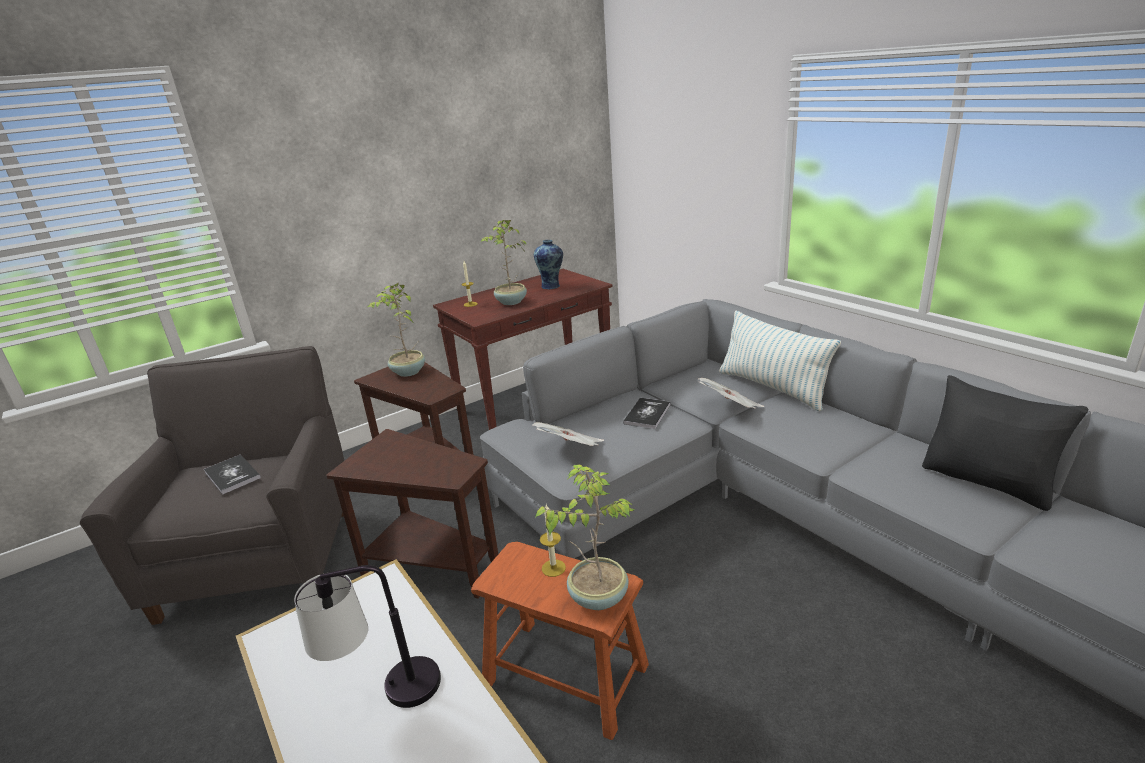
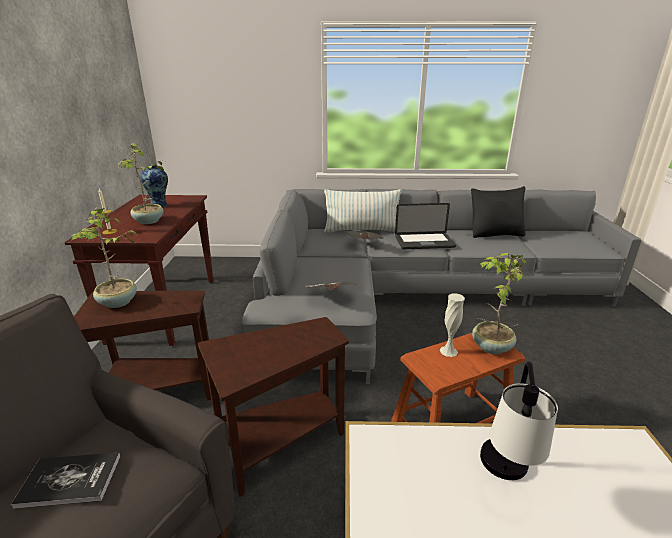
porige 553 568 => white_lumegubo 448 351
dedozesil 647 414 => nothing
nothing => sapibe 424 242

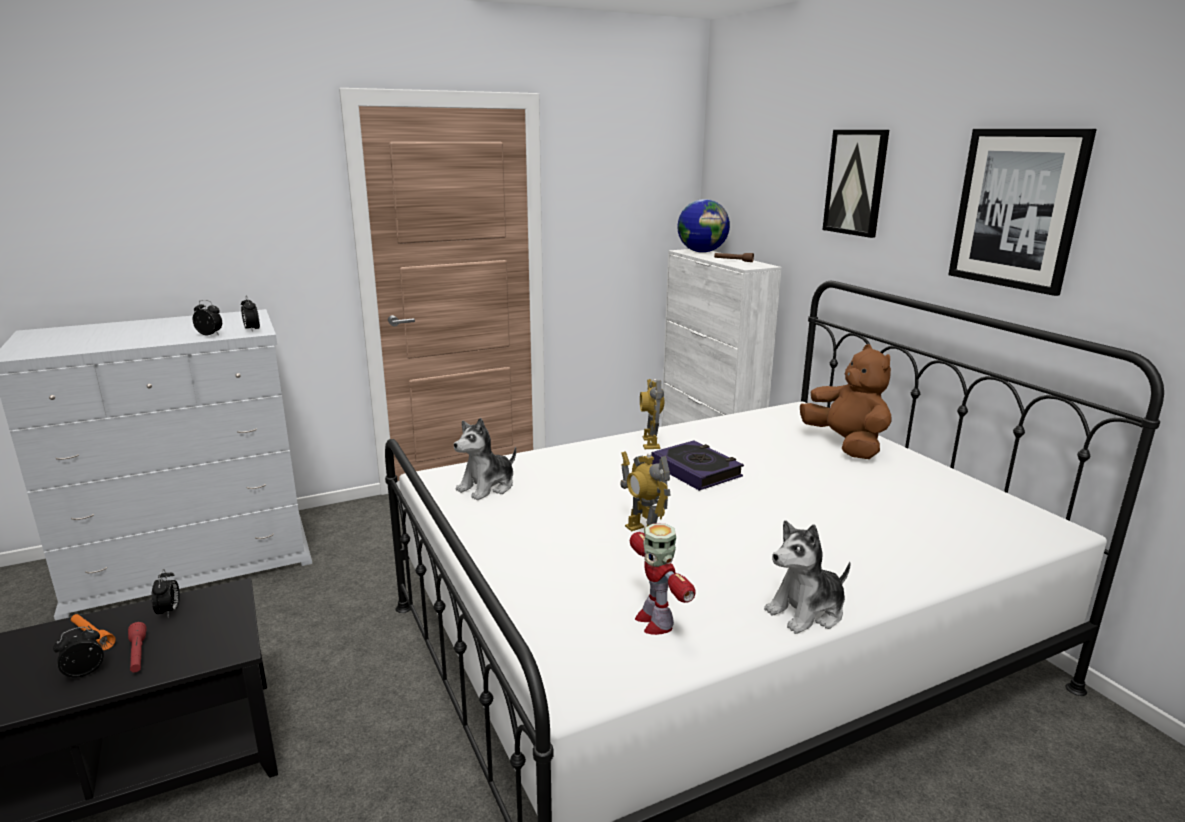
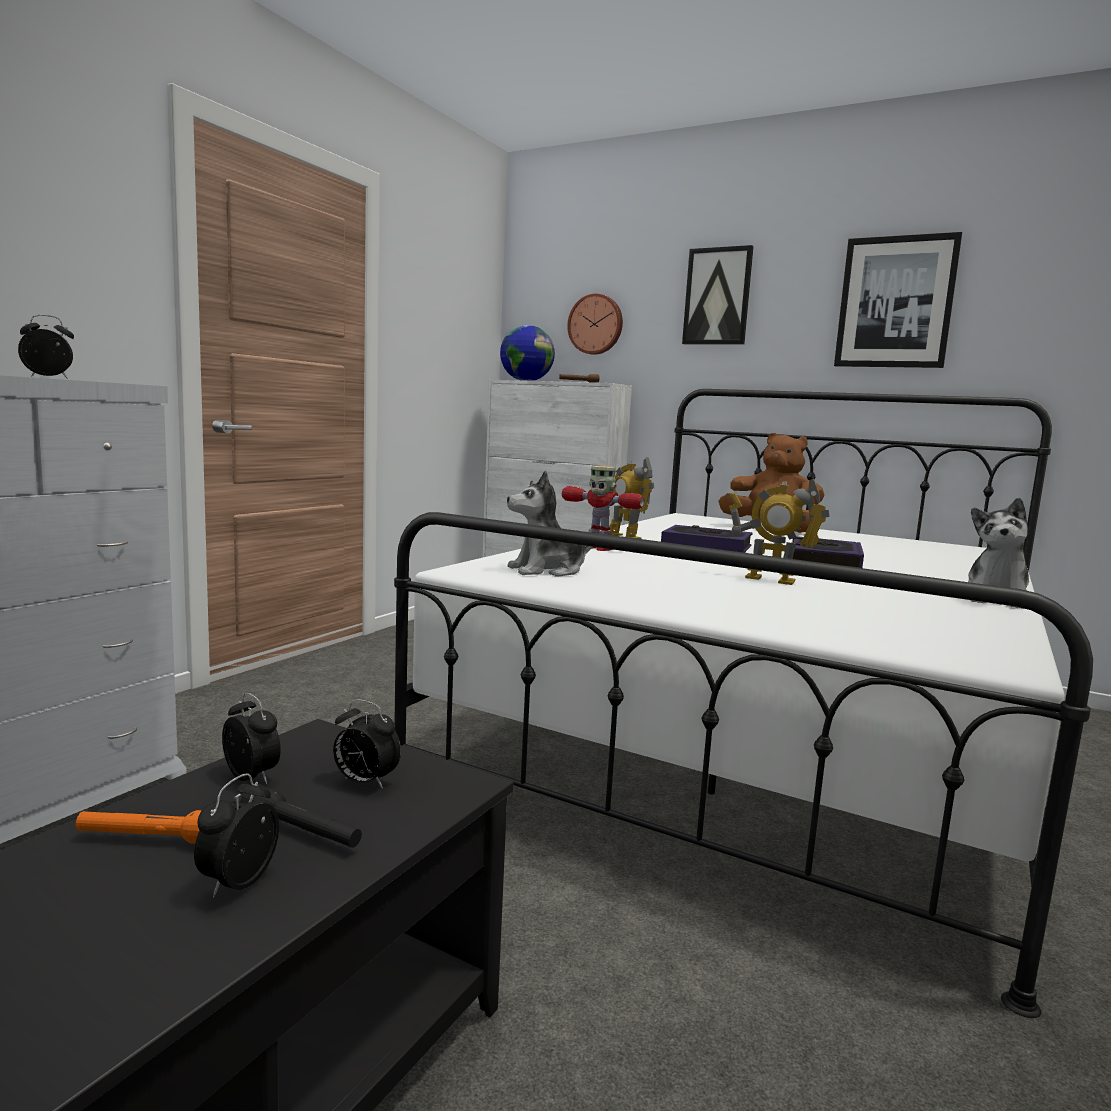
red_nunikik 138 654 => black_nunikik 302 833
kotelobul 252 330 => kotelobul 364 782, move
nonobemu 487 487 => nonobemu 547 570, 60 degrees clockwise
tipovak 654 621 => tipovak 597 548, move
nothing => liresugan 596 324
nothing => dedozesil 824 560

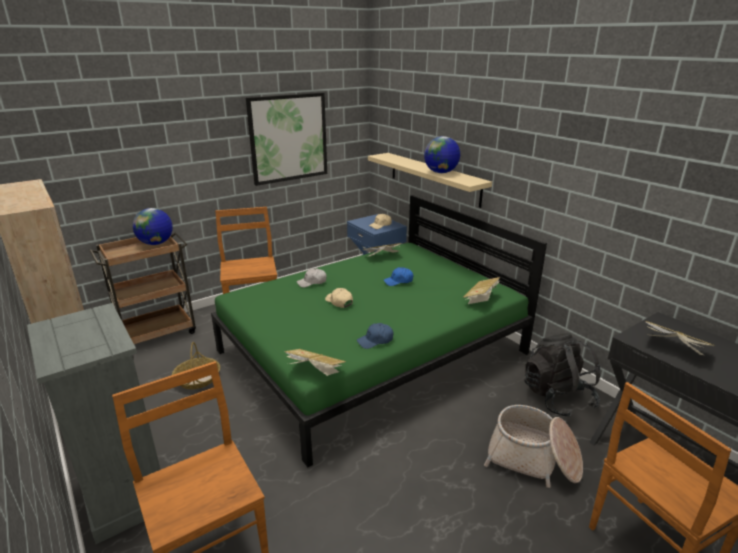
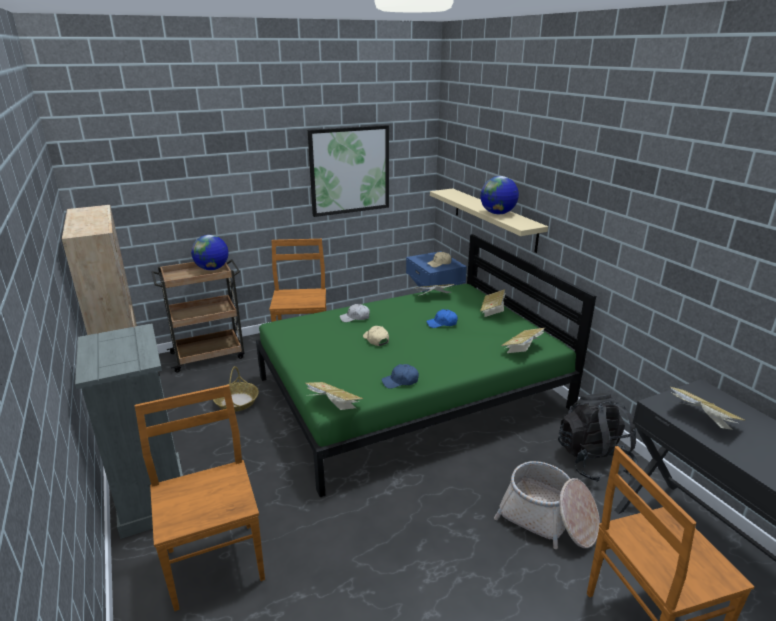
nothing => dedozesil 493 311

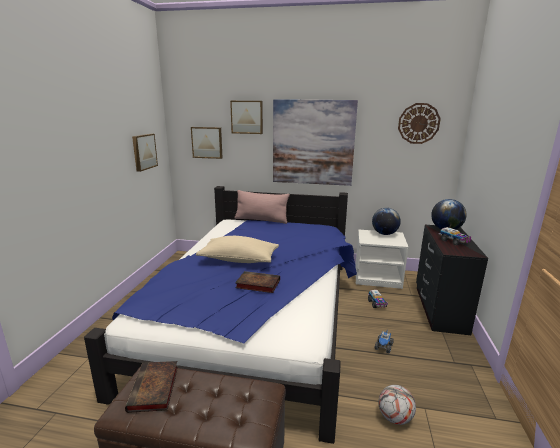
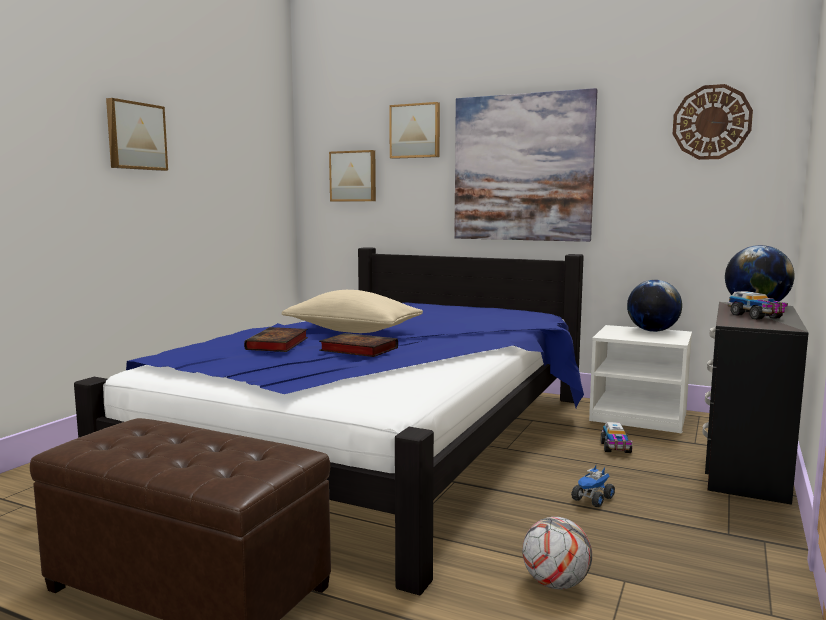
dedozesil 154 390 => dedozesil 277 344, move
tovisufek 143 151 => tovisufek 135 136, move
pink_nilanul 261 220 => nothing

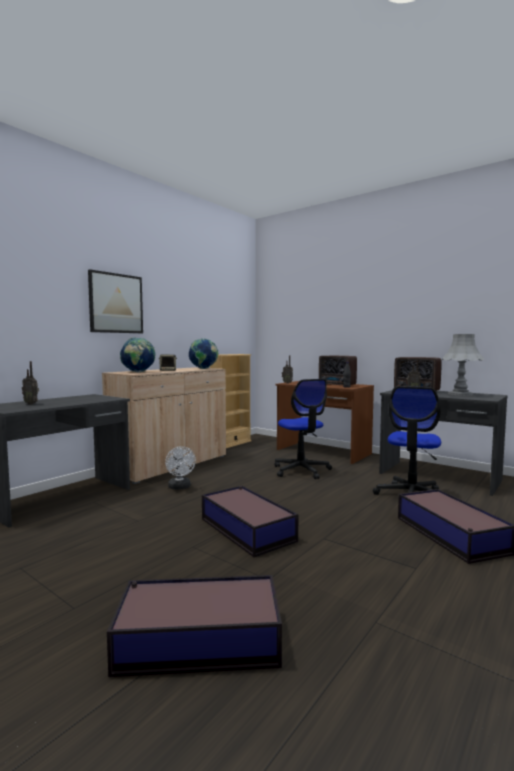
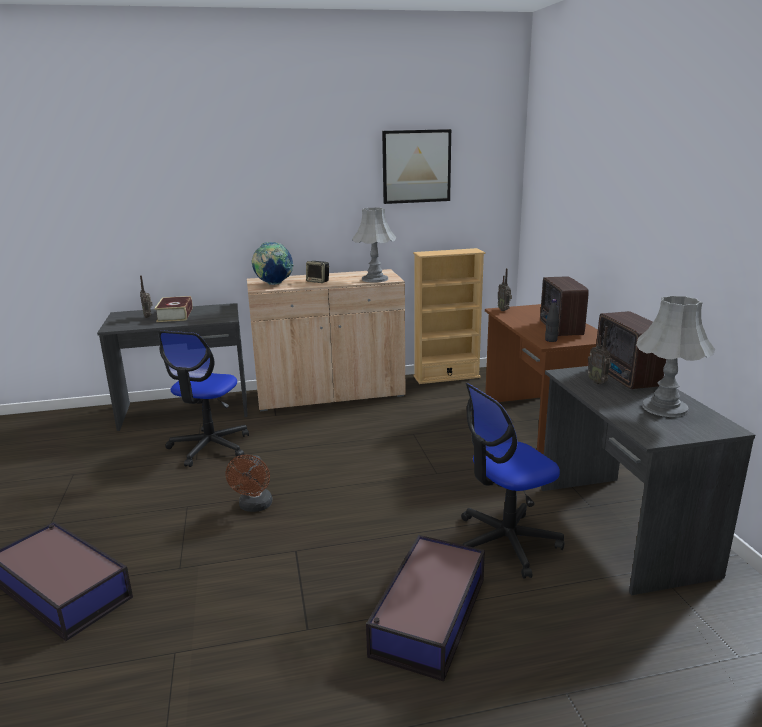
tovisufek 116 303 => tovisufek 416 166, move
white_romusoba 180 487 => nothing
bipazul 203 369 => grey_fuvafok 374 279
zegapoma 246 529 => brown_romusoba 254 507
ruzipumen 301 470 => ruzipumen 209 447, move
nothing => dedozesil 175 315

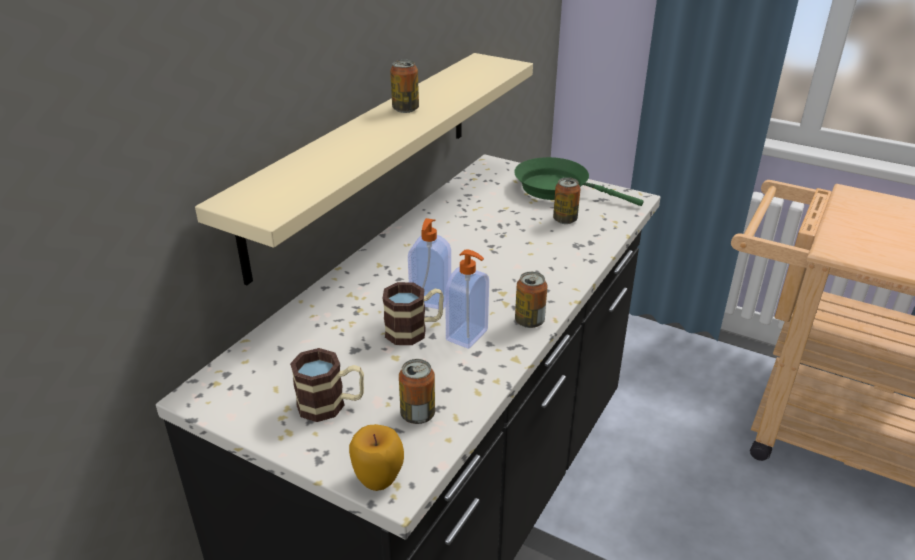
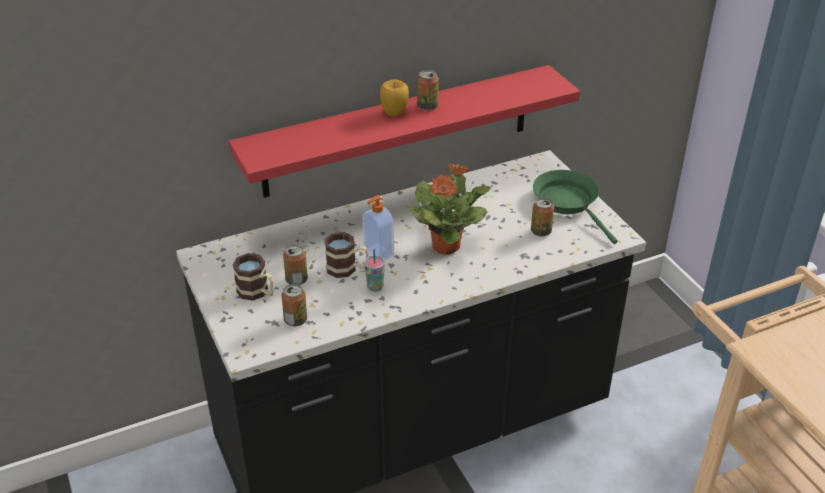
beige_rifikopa 367 156 => red_rifikopa 398 131
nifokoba 378 479 => nifokoba 394 112, move
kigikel 468 335 => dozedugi 375 287
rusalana 529 321 => rusalana 296 280, move
nothing => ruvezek 446 246

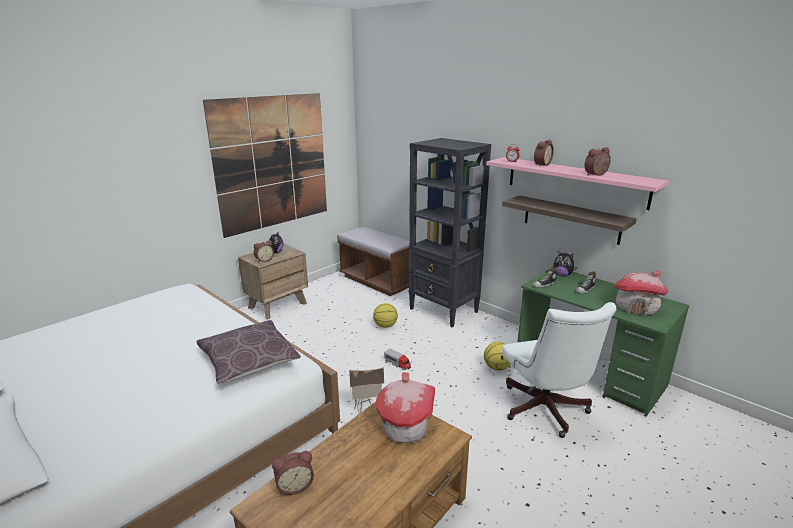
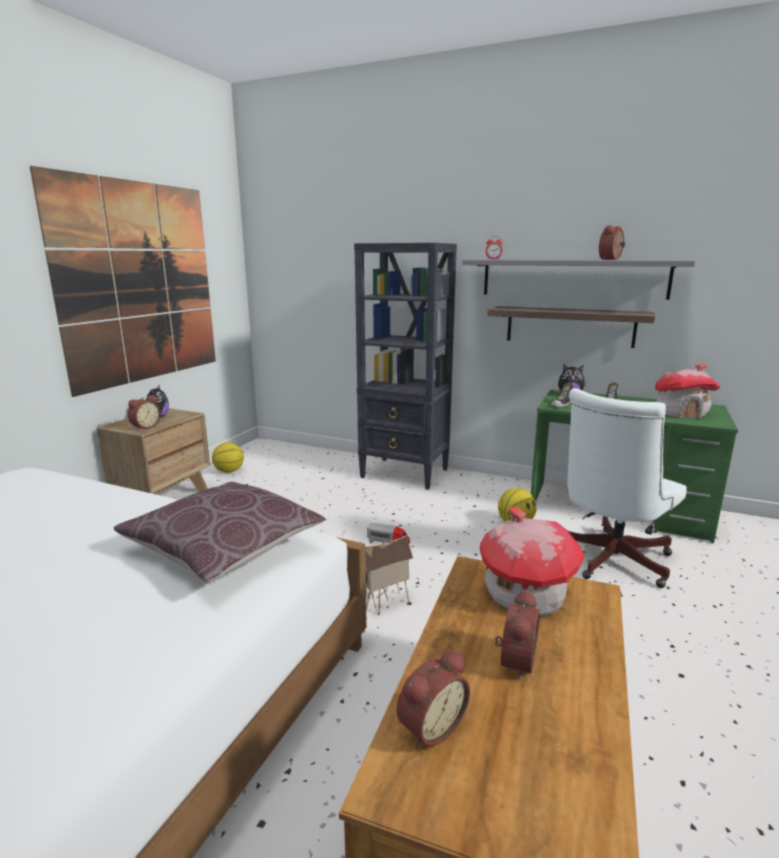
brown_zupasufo 377 281 => nothing
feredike 385 326 => feredike 229 471, move
pink_rifikopa 575 182 => grey_rifikopa 572 278
white_ruzipumen 545 412 => white_ruzipumen 609 560, 75 degrees clockwise
kotelobul 541 164 => kotelobul 514 661, move

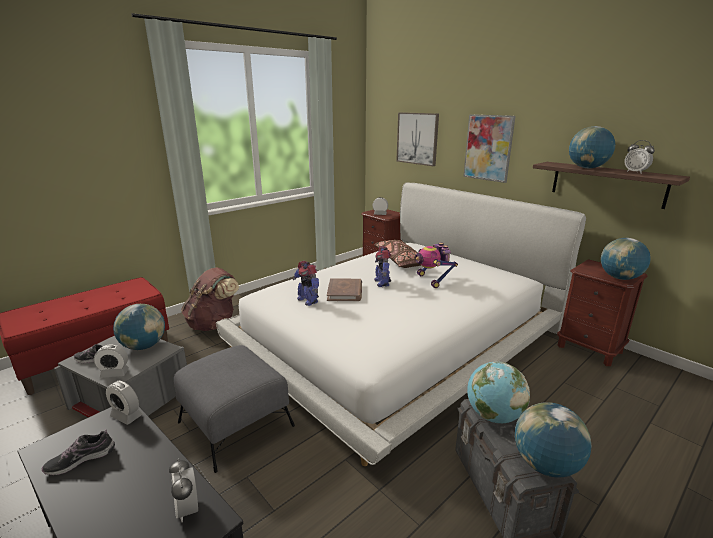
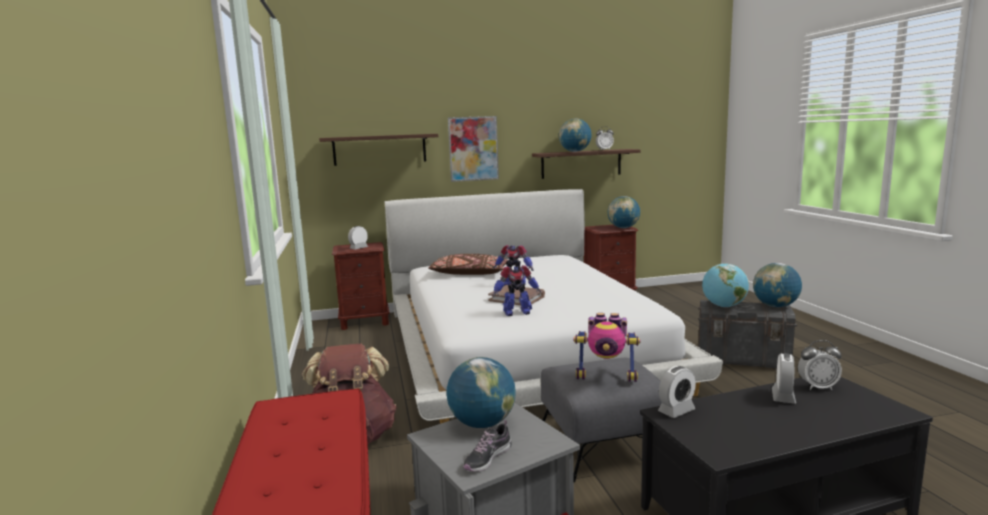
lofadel 81 460 => nothing
kotelobul 114 373 => kotelobul 783 397, move
tovisufek 417 138 => rifikopa 379 149
tipovak 432 280 => tipovak 606 376, move

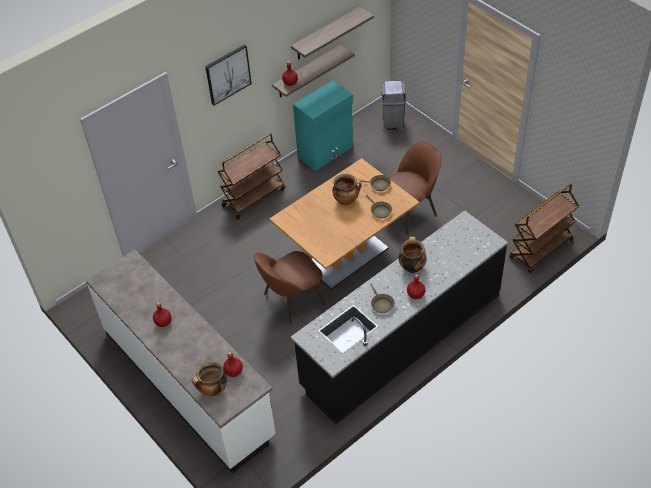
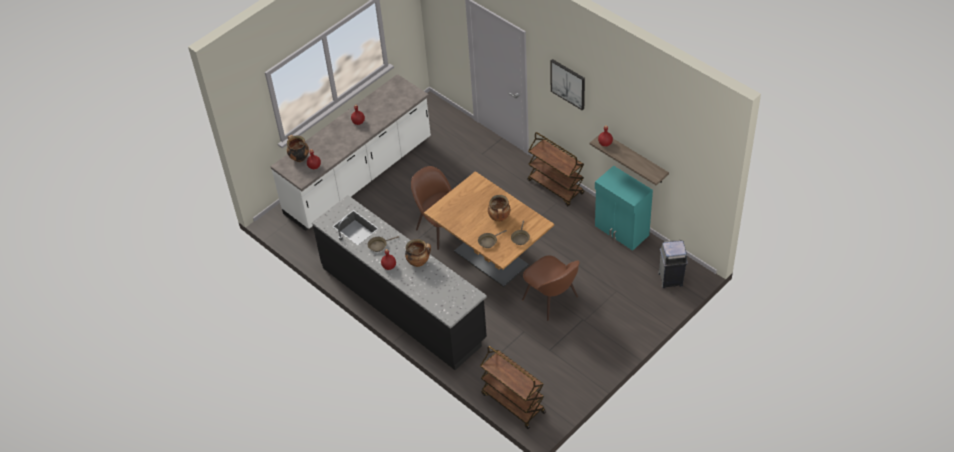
rifikopa 326 34 => nothing

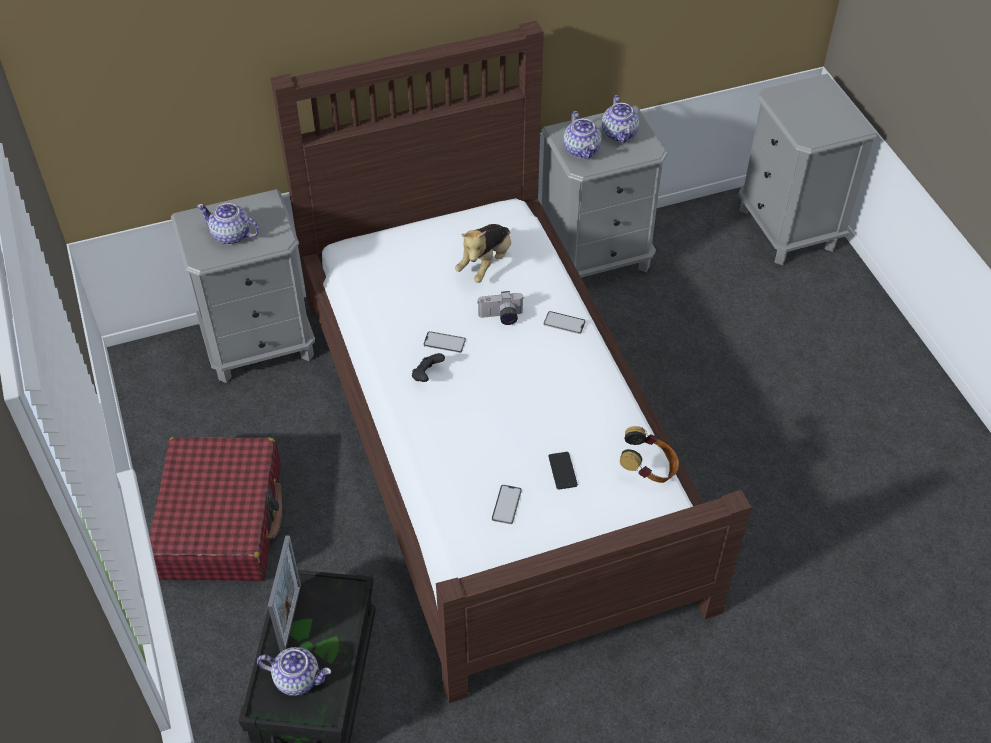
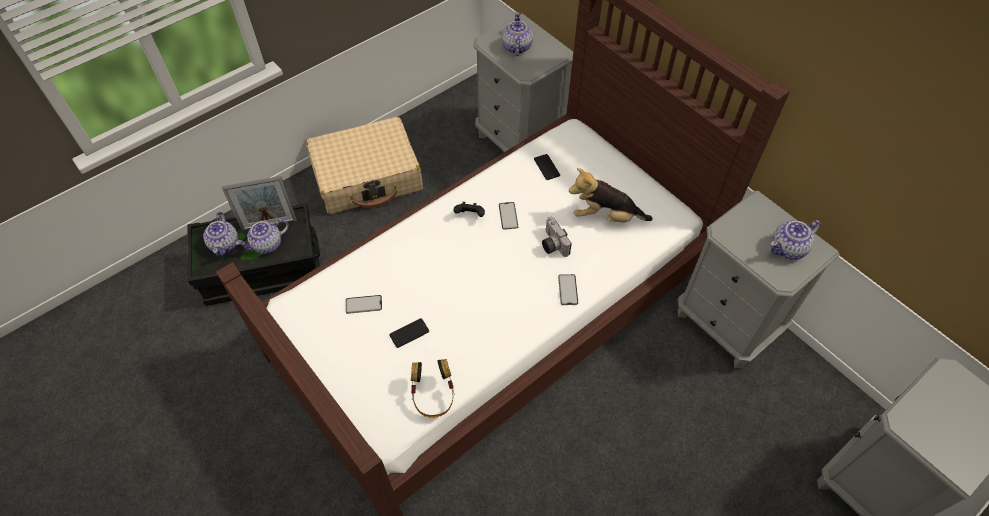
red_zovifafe 221 521 => beige_zovifafe 368 176
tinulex 582 150 => tinulex 267 245, move
nothing => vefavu 546 167

